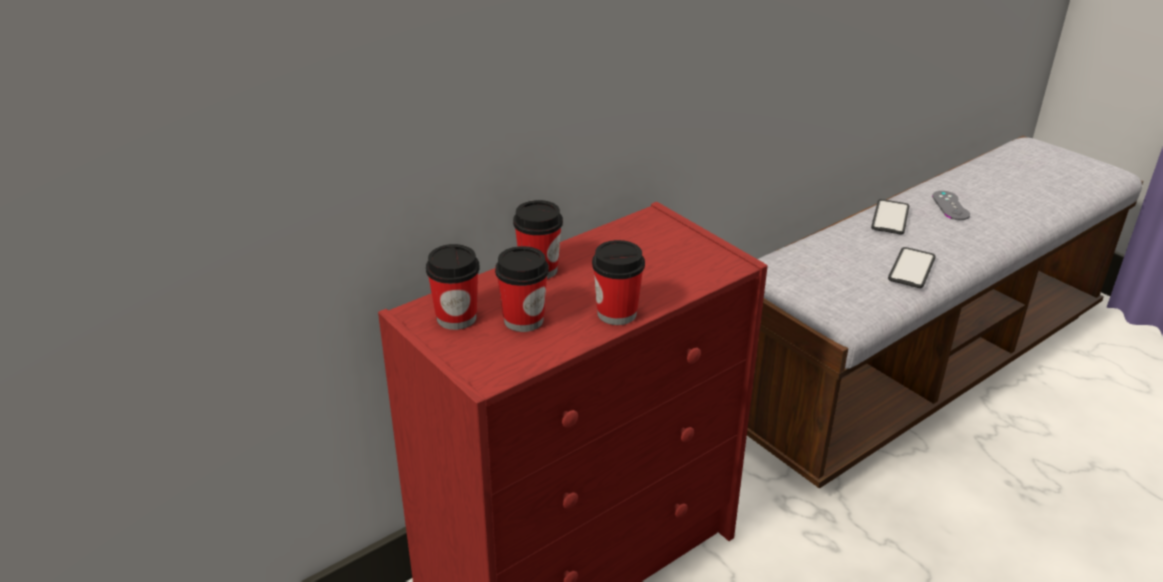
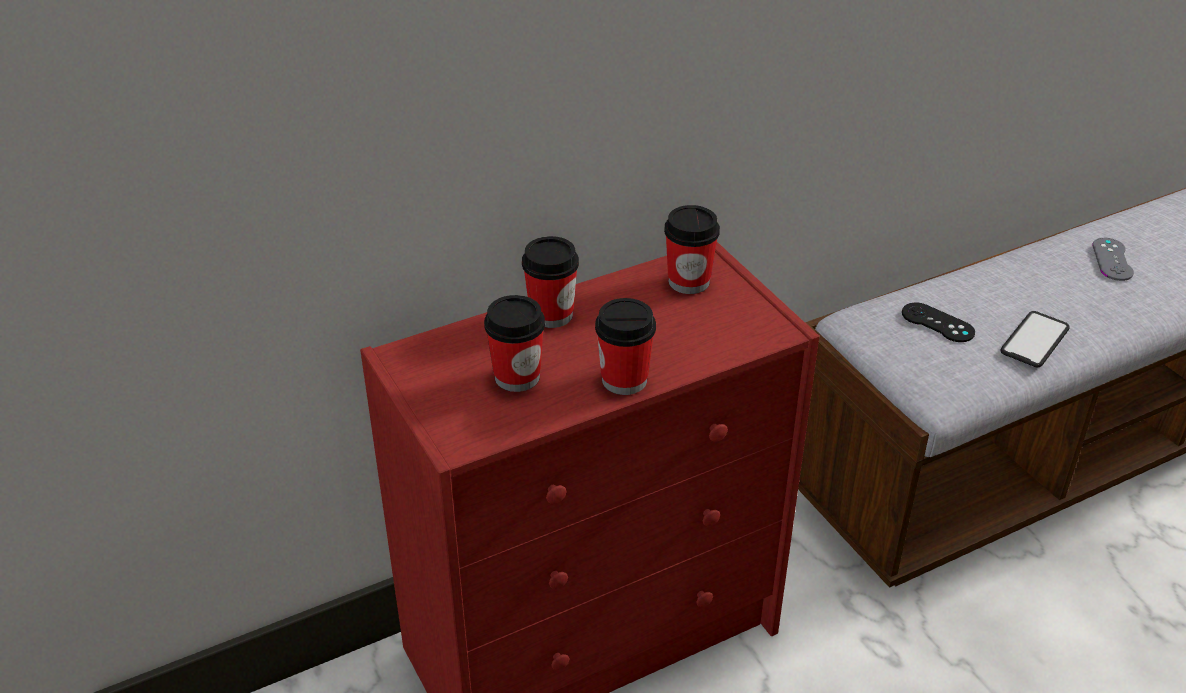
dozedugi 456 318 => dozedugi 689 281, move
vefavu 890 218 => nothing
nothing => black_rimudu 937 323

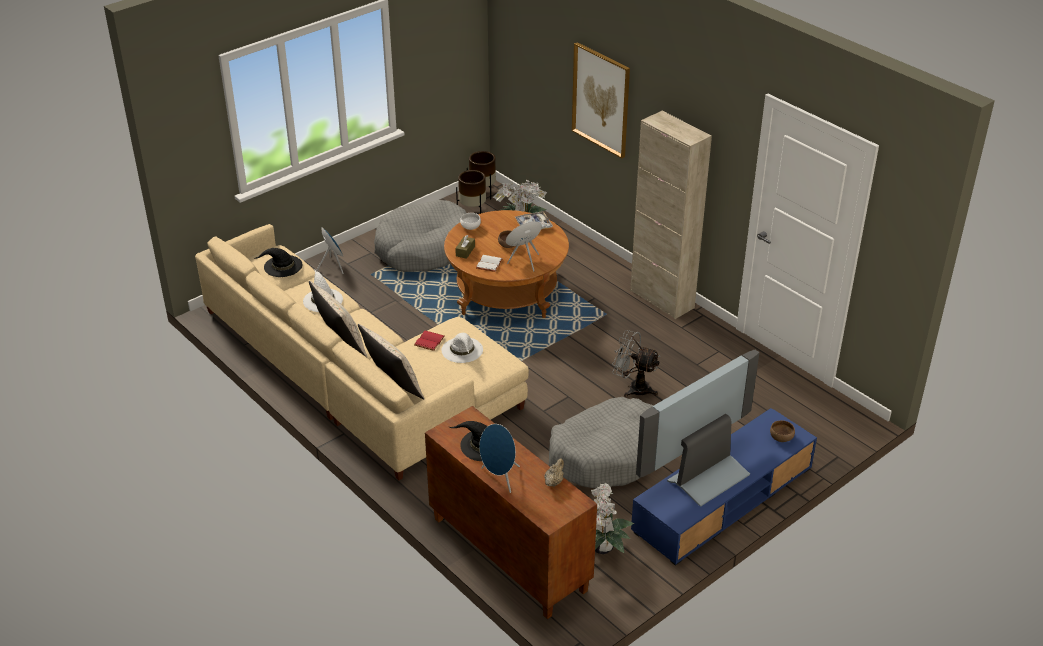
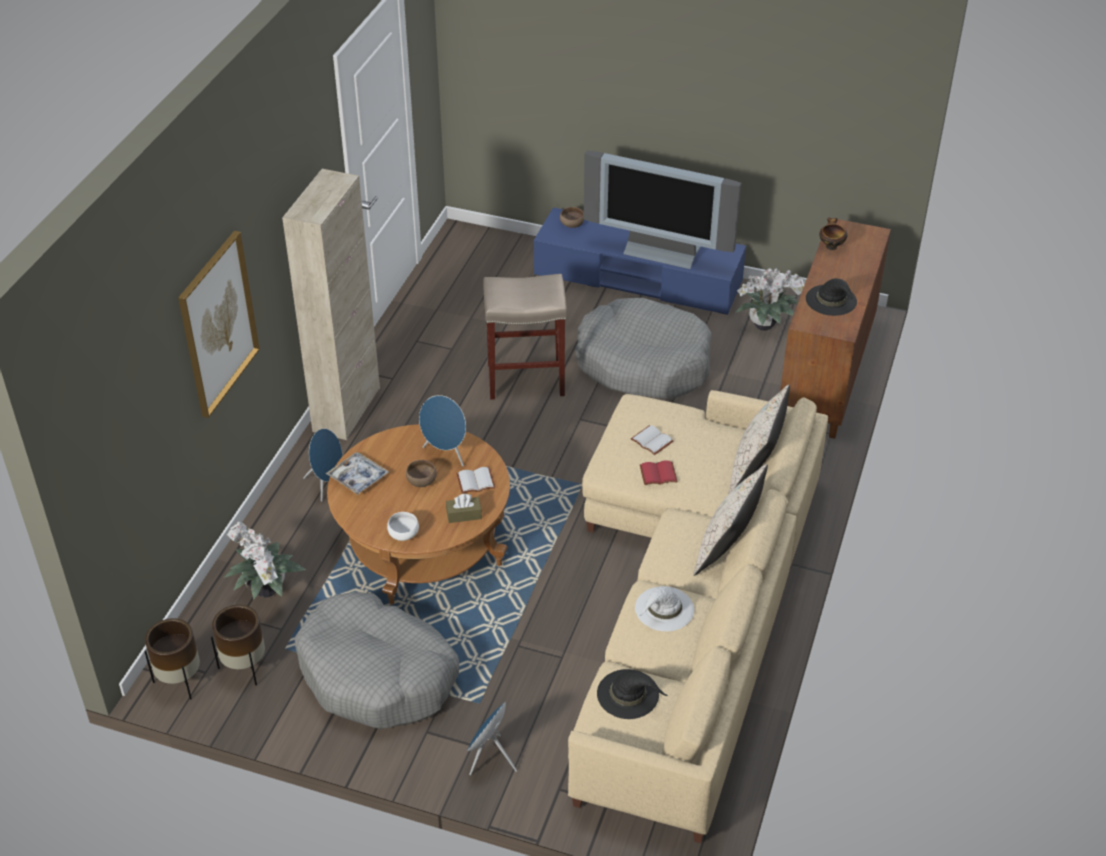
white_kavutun 462 350 => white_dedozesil 650 441
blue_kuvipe 500 478 => blue_kuvipe 327 484, move
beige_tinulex 554 482 => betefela 831 246
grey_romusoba 633 388 => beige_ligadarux 527 379

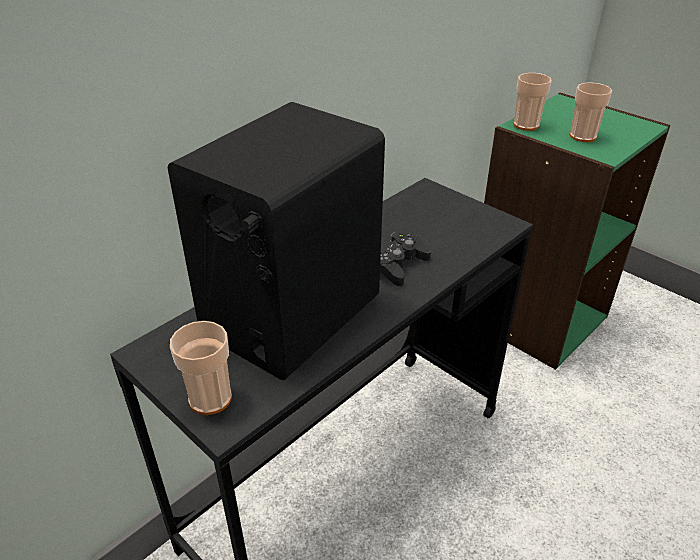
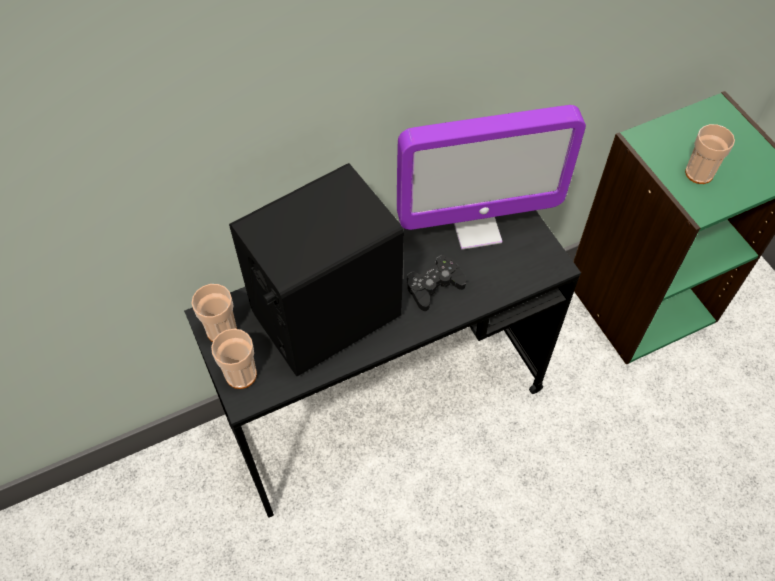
dozedugi 526 125 => dozedugi 221 330, move
nothing => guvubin 476 228

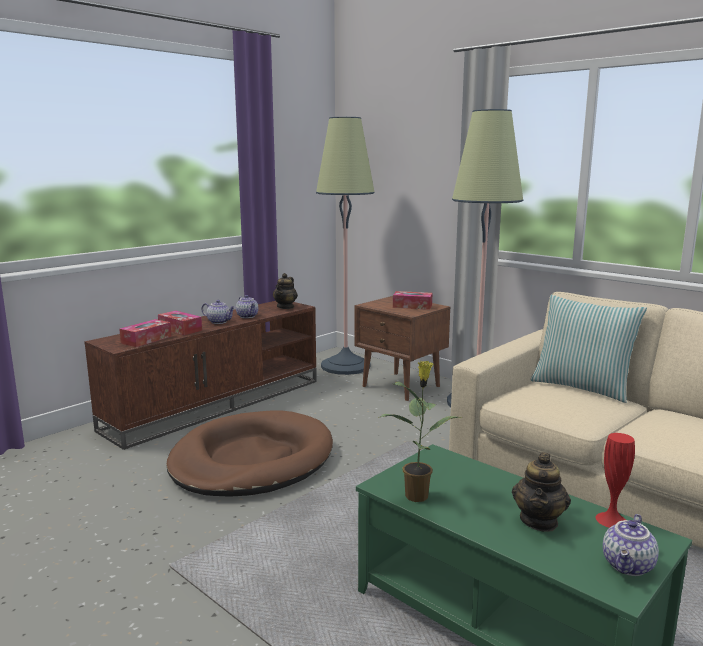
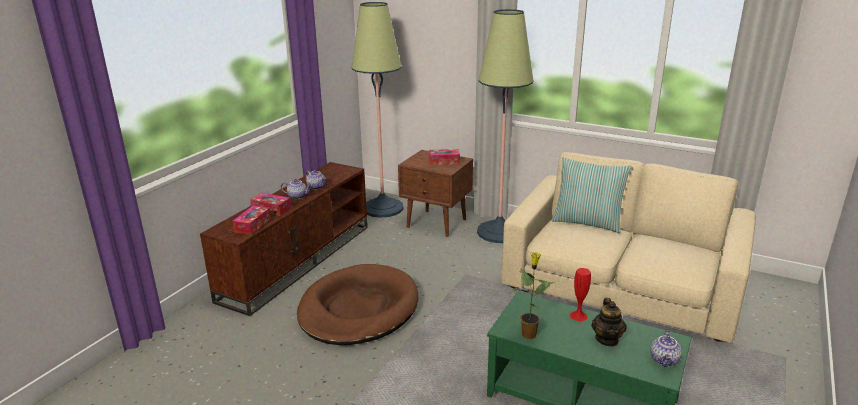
tinulex 285 307 => nothing
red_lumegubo 611 520 => red_lumegubo 578 316, move

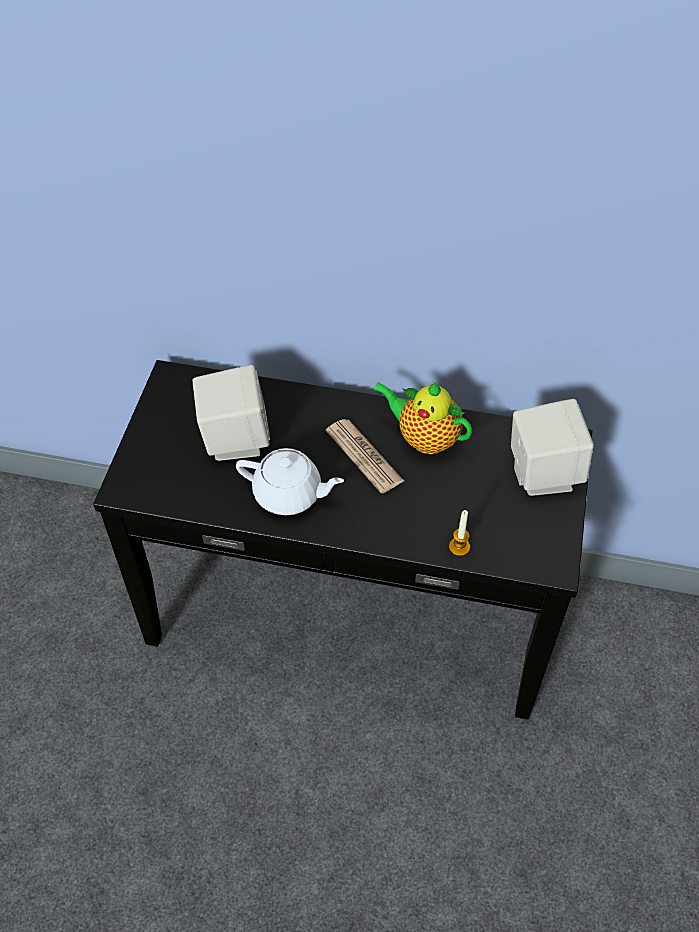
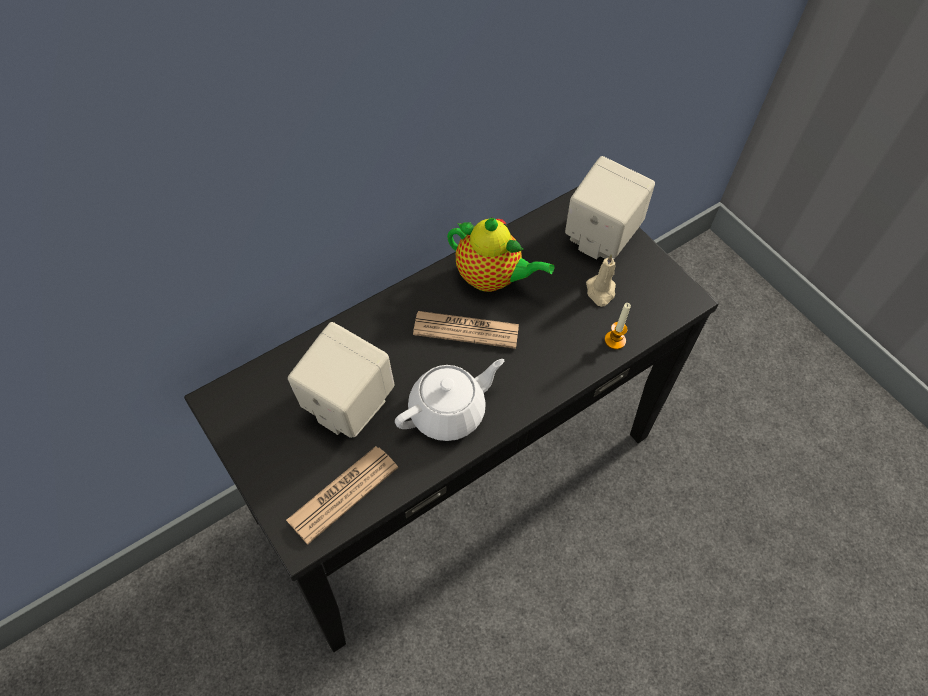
tinulex 424 438 => tinulex 491 278, 135 degrees counterclockwise
nothing => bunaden 343 494
nothing => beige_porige 600 292

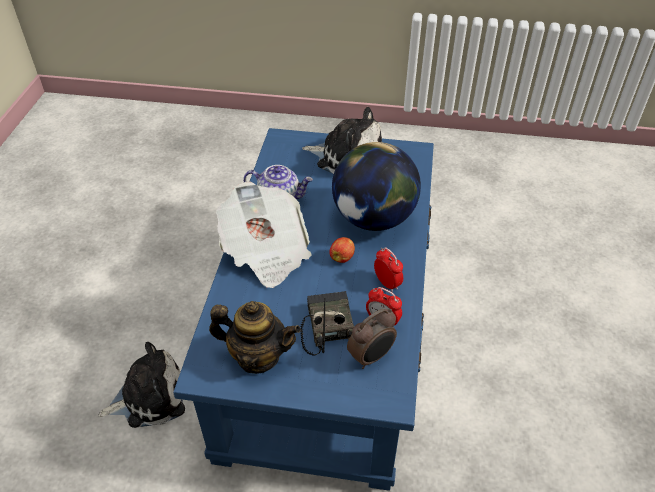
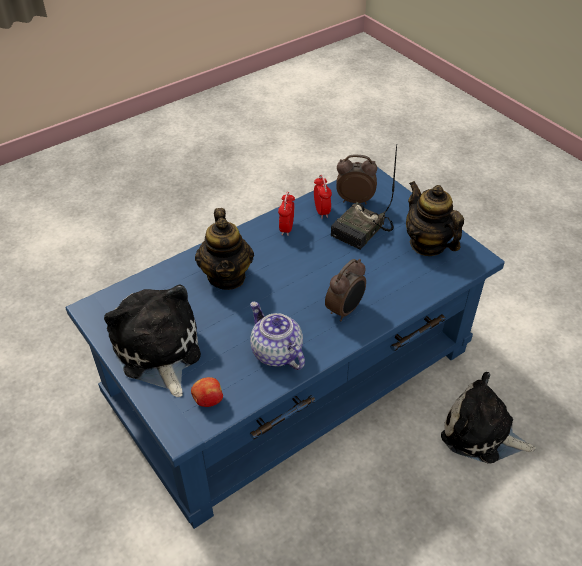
bunaden 266 252 => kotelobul 345 310
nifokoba 342 257 => nifokoba 208 400, move
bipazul 373 219 => tinulex 227 276

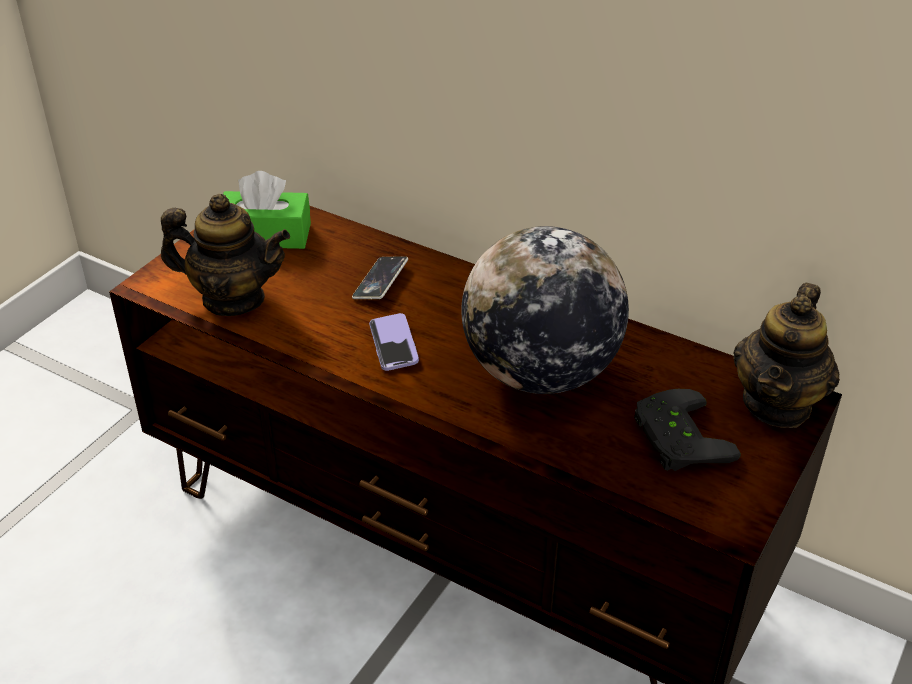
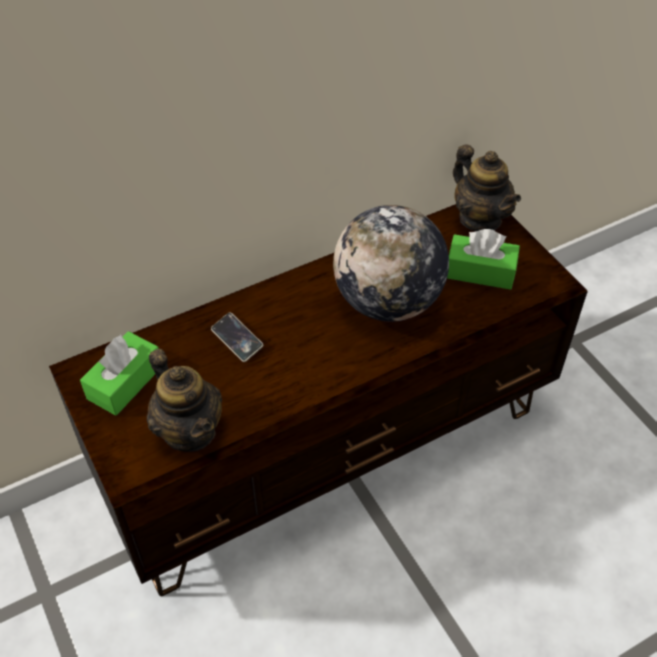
tinulex 233 299 => tinulex 189 430, 105 degrees clockwise
vefavu 393 344 => nothing
black_rimudu 675 438 => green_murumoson 480 272

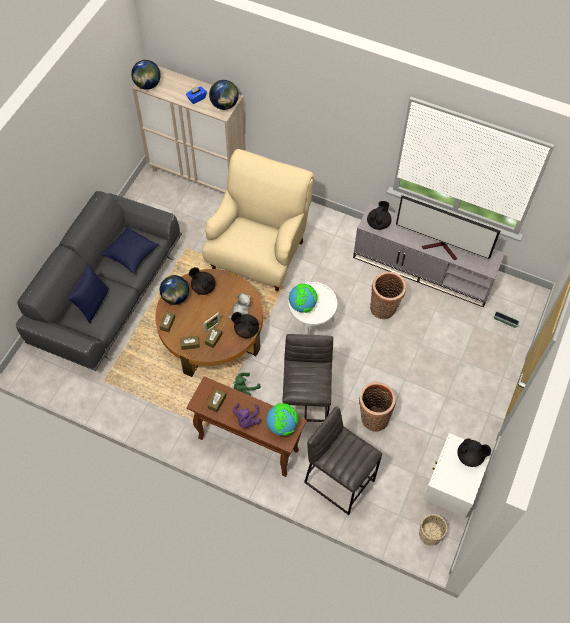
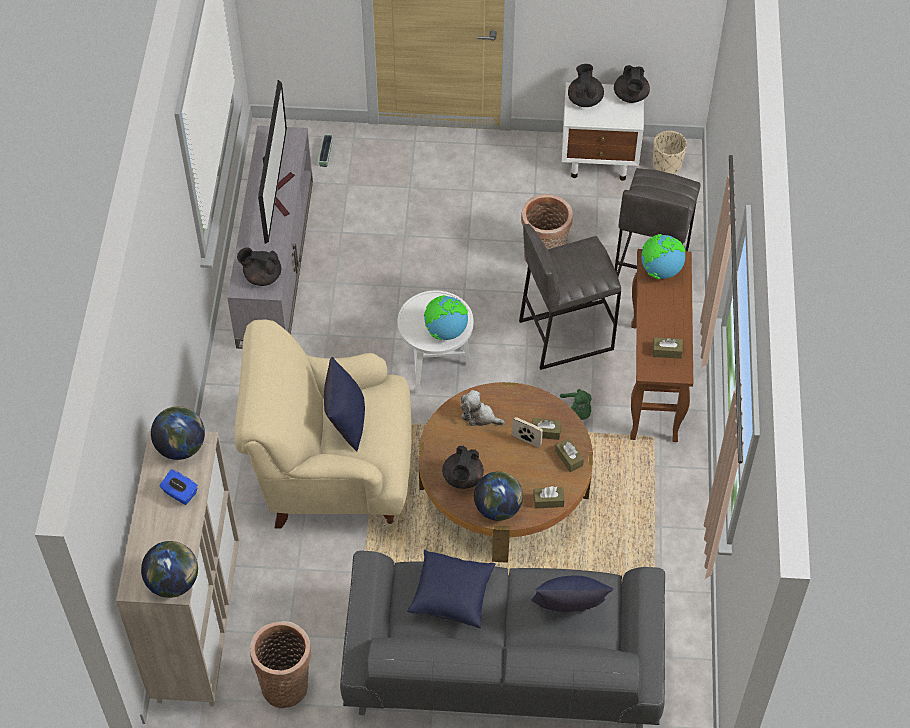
black_tinulex 246 330 => black_tinulex 630 96, move
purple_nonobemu 246 419 => nothing
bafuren 384 309 => bafuren 286 684, move
nothing => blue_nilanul 346 423

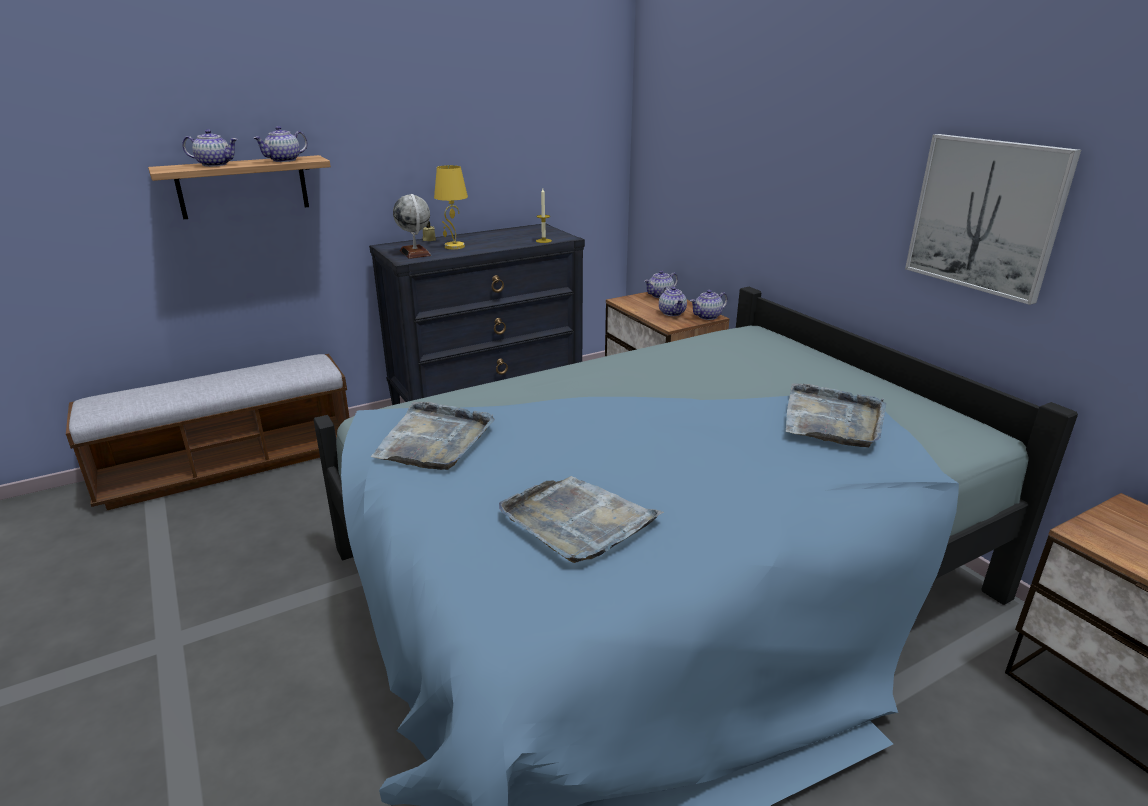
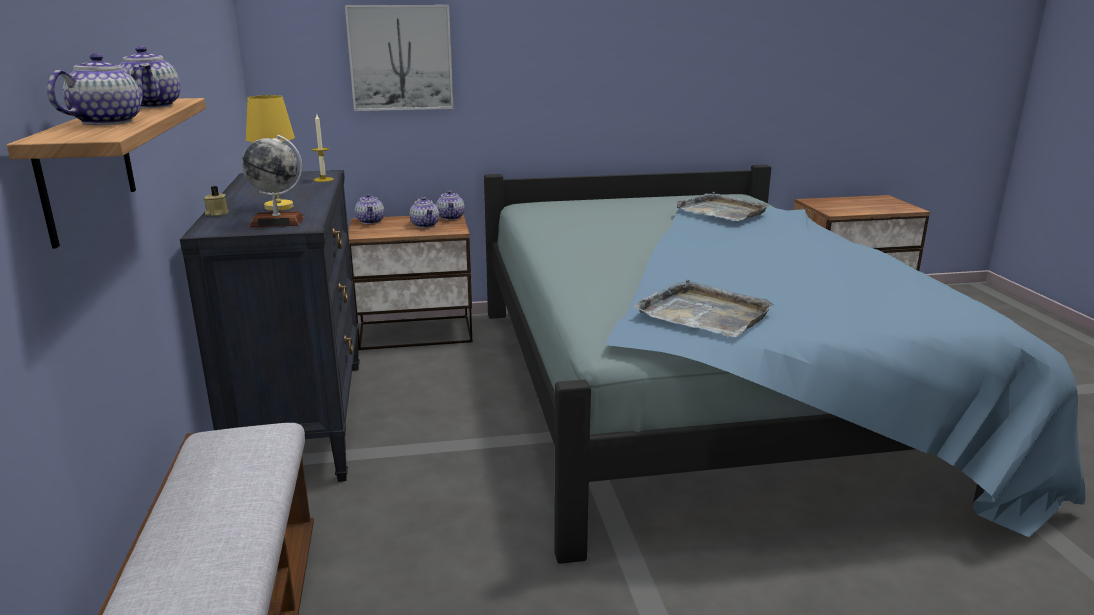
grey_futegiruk 577 521 => nothing
tinulex 672 313 => tinulex 425 225, 60 degrees clockwise
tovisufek 986 215 => tovisufek 400 58, move

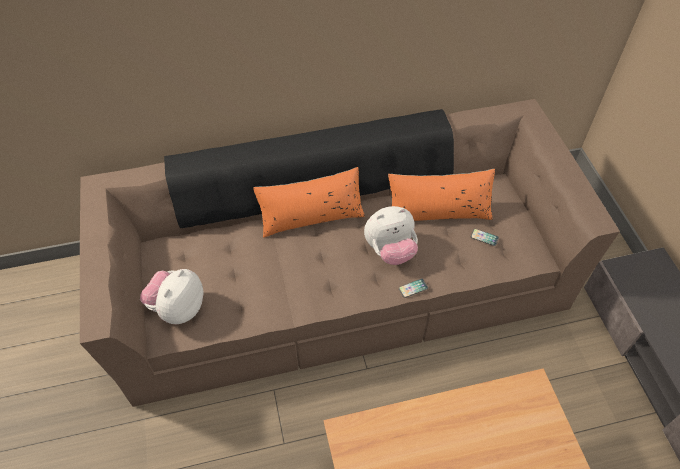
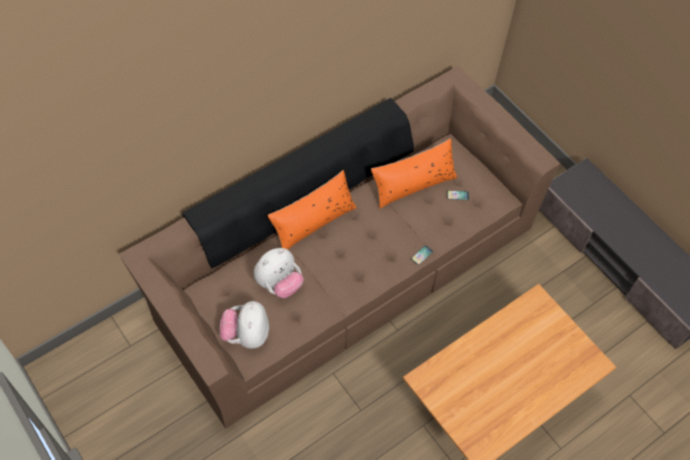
nonobemu 390 250 => nonobemu 279 284, move

